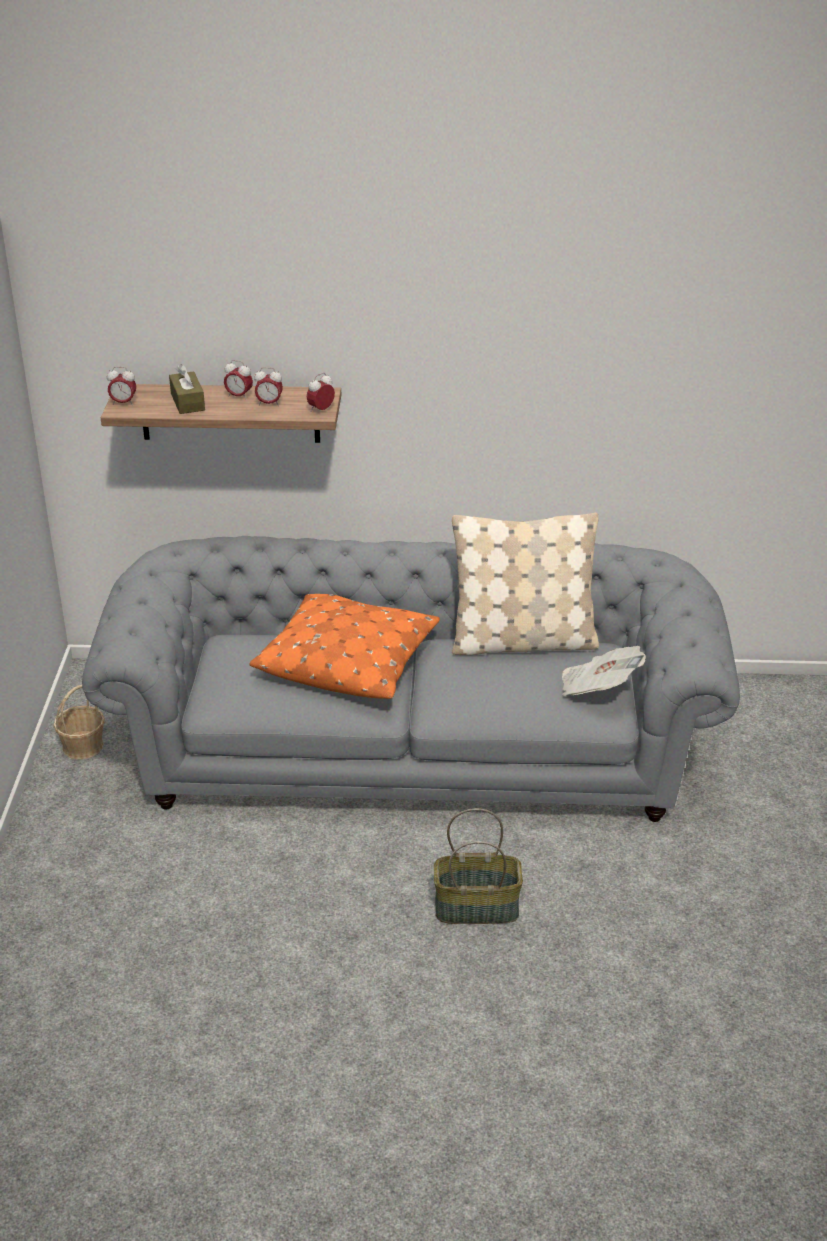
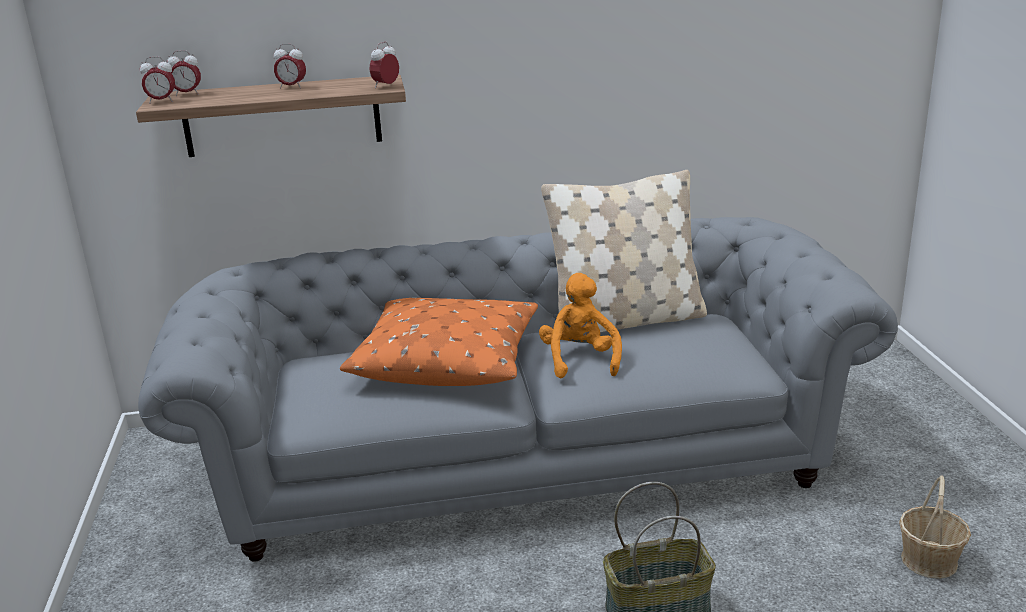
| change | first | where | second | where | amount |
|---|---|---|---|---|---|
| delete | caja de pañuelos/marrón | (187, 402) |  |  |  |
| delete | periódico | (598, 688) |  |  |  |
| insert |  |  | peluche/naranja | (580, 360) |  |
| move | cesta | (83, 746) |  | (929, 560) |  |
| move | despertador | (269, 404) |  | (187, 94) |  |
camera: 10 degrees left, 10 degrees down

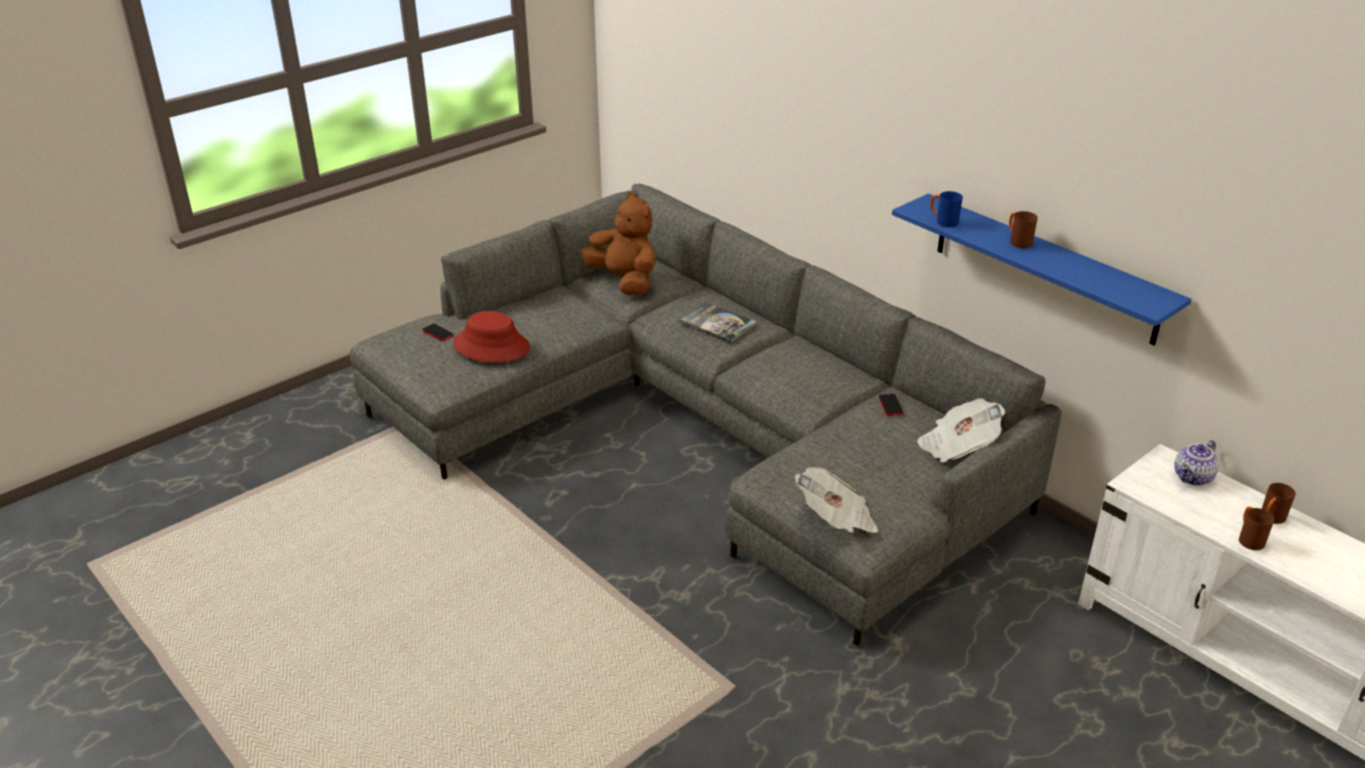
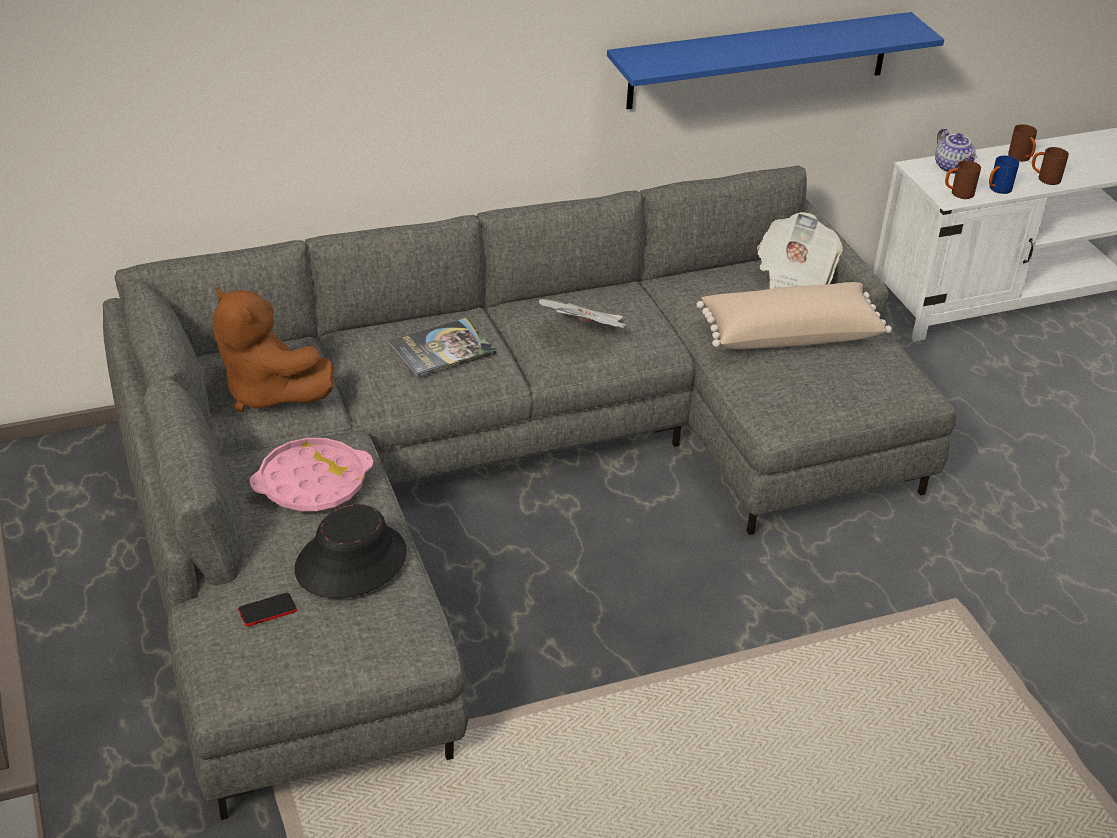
| change | first | where | second | where | amount |
|---|---|---|---|---|---|
| delete | móvil | (890, 405) |  |  |  |
| insert |  |  | bandeja/rosa | (312, 483) |  |
| insert |  |  | cojín/beis | (789, 333) |  |
| move | periódico | (836, 519) |  | (585, 333) |  |
| move | taza grande/azul | (943, 222) |  | (997, 190) |  |
| move | taza grande/marrón | (1017, 242) |  | (958, 194) |  |
| recolor | sombrero/rojo | (492, 346) | sombrero/negro | (350, 561) |  |
| rotate | peluche/marrón | (624, 281) |  | (267, 392) | 120 degrees counterclockwise |
camera: 70 degrees left, 5 degrees up

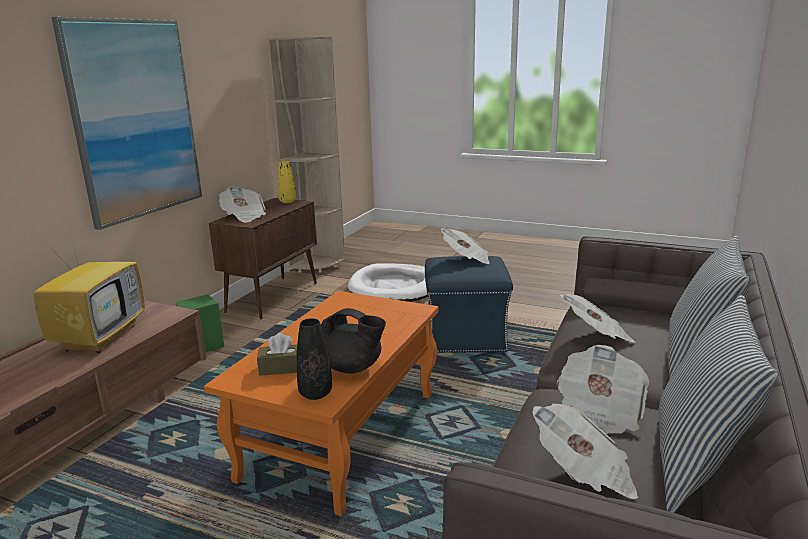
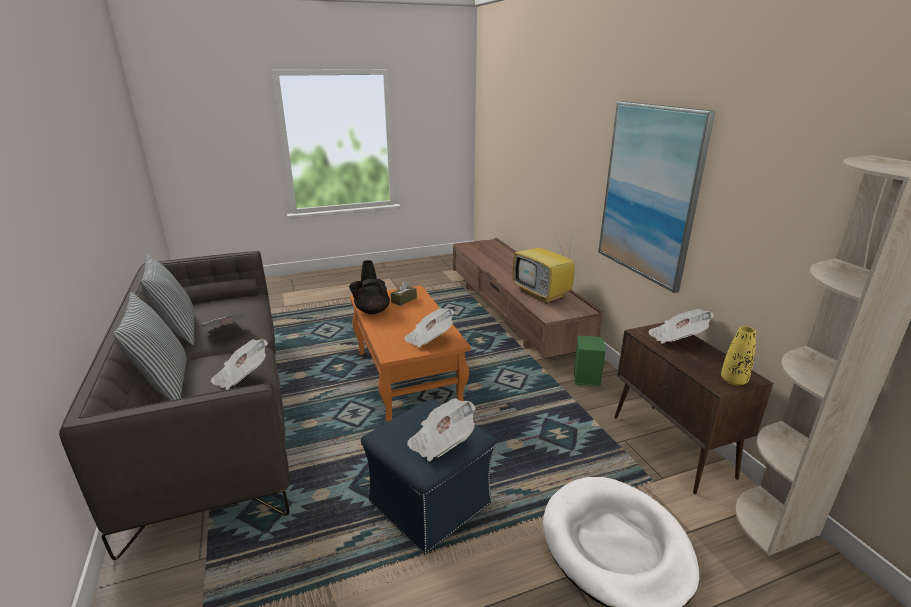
| change | first | where | second | where | amount |
|---|---|---|---|---|---|
| move | periódico | (584, 473) |  | (429, 339) |  |
camera: 135 degrees right, 5 degrees up

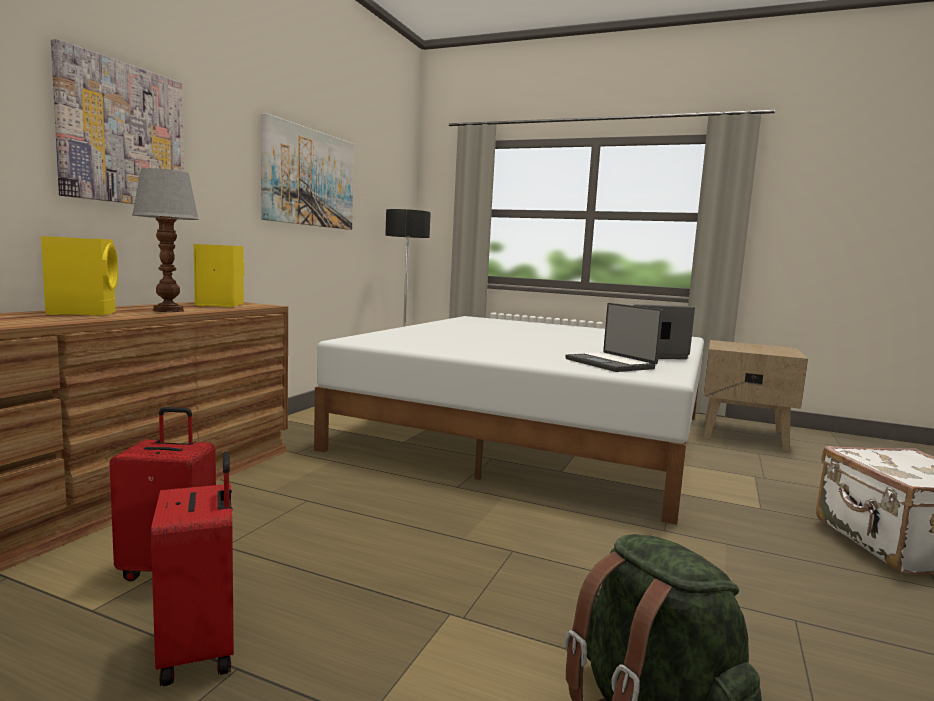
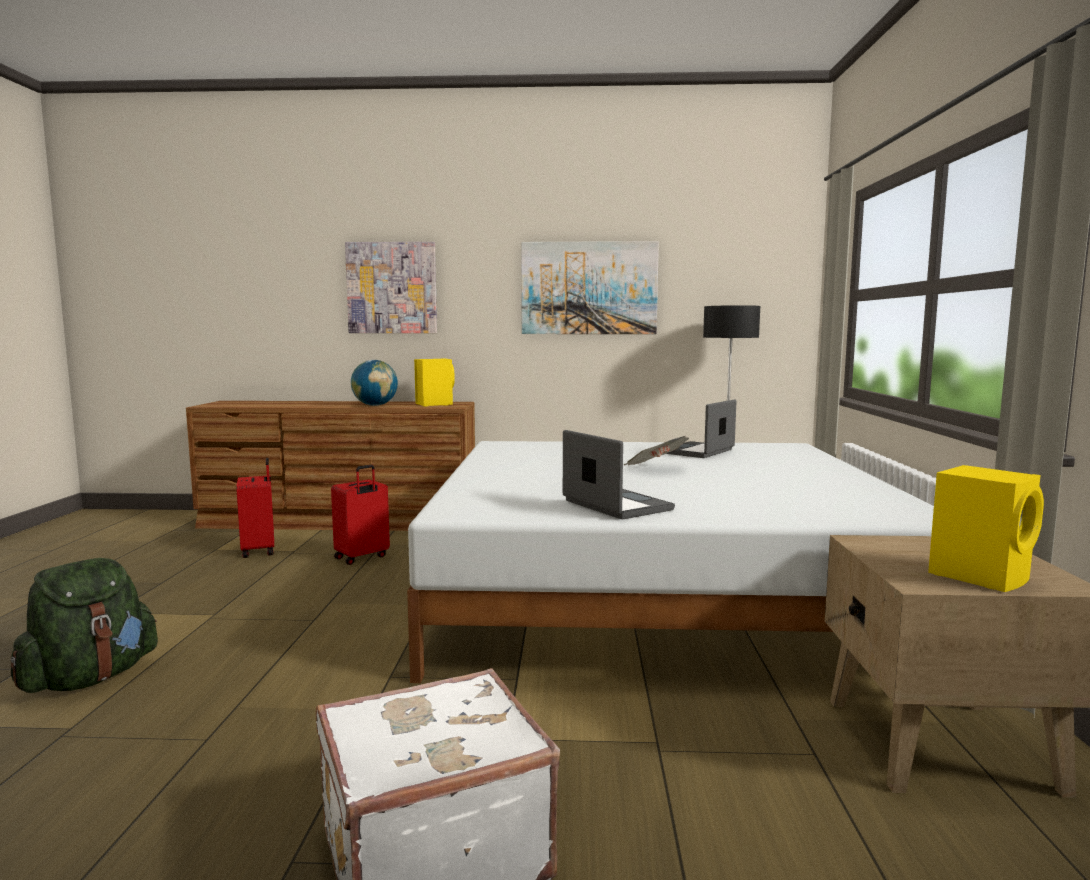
| change | first | where | second | where | amount |
|---|---|---|---|---|---|
| insert |  |  | periódico | (655, 469) |  |
| move | altavoz/amarillo | (84, 312) |  | (981, 576) |  |
| move | maleta/rojo | (201, 650) |  | (362, 557) |  |
| move | portátil | (611, 364) |  | (699, 451) |  |
| replace | lámpara de mesa | (169, 310) | globo terráqueo | (375, 405) |  |
camera: 70 degrees right, 0 degrees up

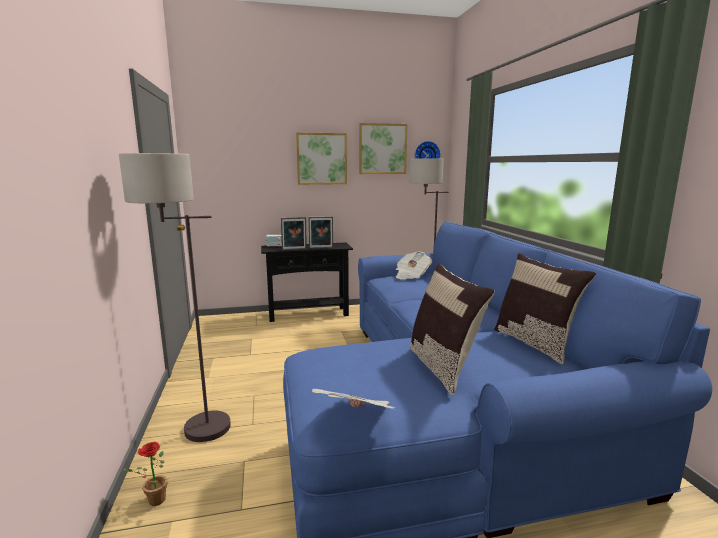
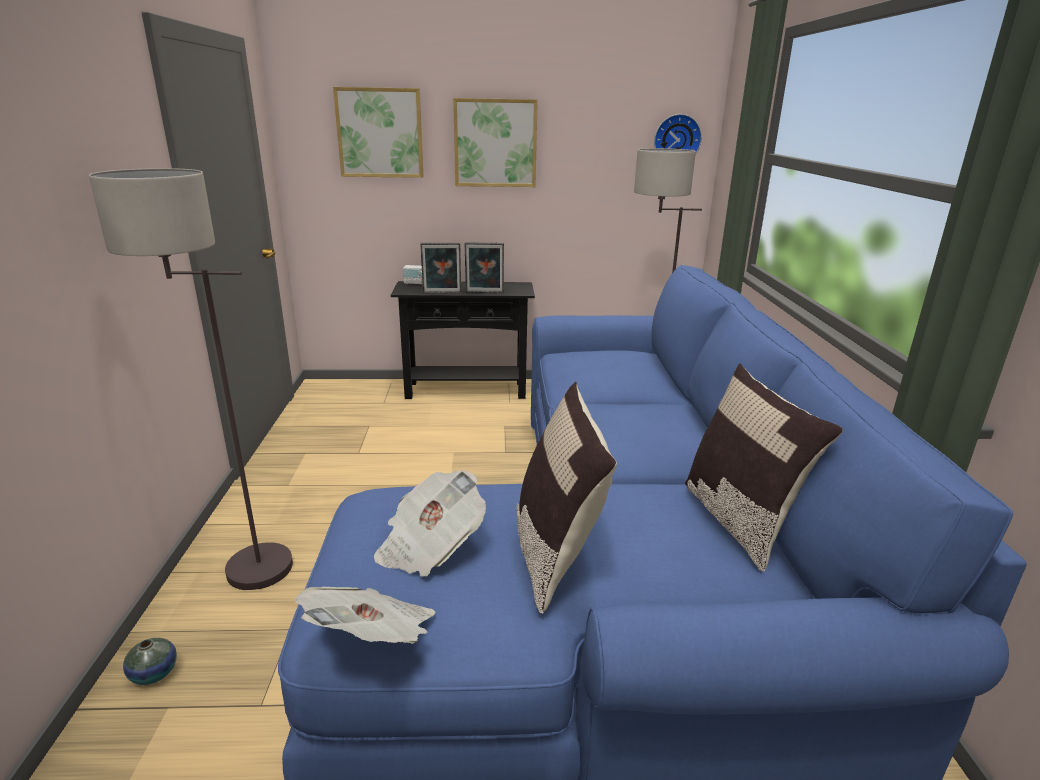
| change | first | where | second | where | amount |
|---|---|---|---|---|---|
| move | cuadro | (382, 149) |  | (380, 133) |  |
| move | periódico | (411, 275) |  | (429, 546) |  |
| replace | planta en maceta | (153, 501) | florero | (154, 673) |  |
camera: 10 degrees right, 10 degrees up

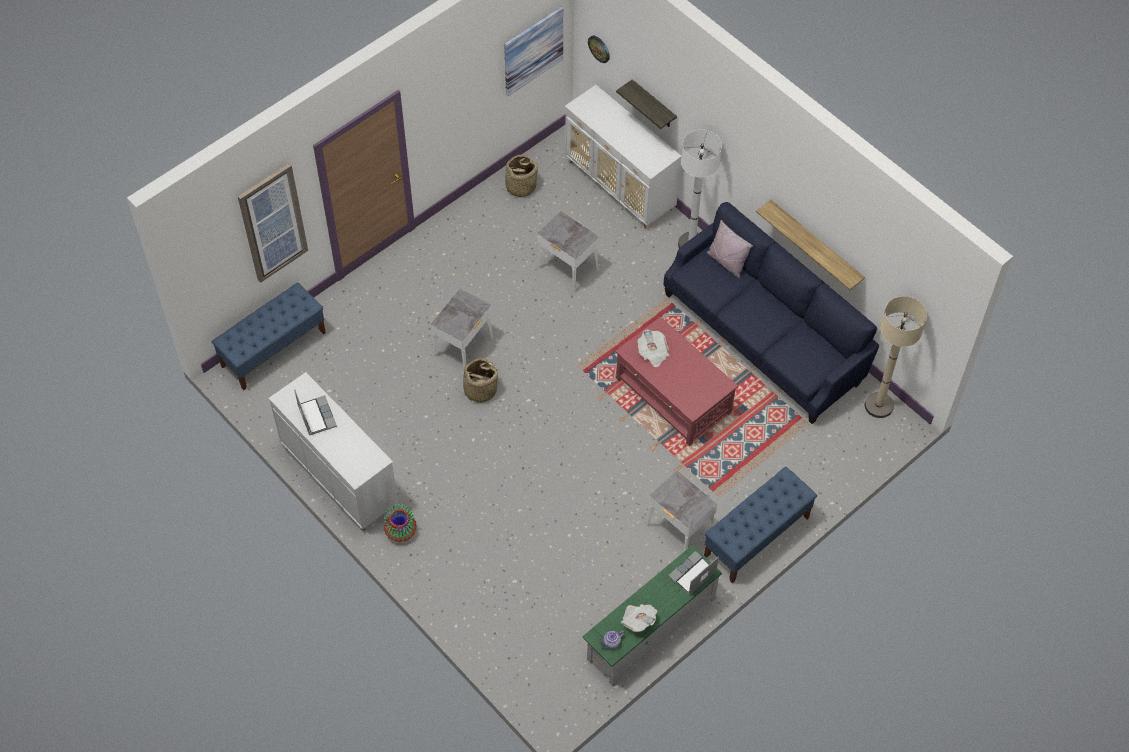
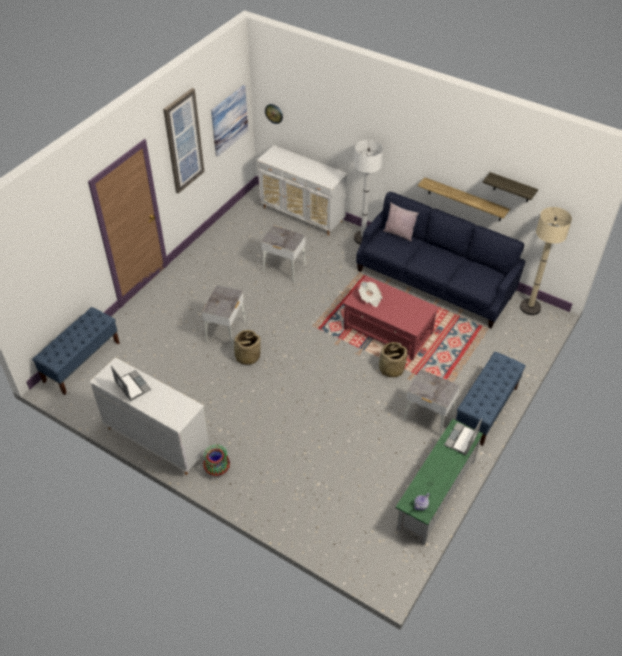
| change | first | where | second | where | amount |
|---|---|---|---|---|---|
| delete | periódico | (638, 620) |  |  |  |
| move | cuadro | (272, 222) |  | (183, 141) |  |
| move | cesta | (520, 186) |  | (391, 369) |  |
| move | estante | (653, 105) |  | (512, 188) |  |
camera: 15 degrees left, 10 degrees down

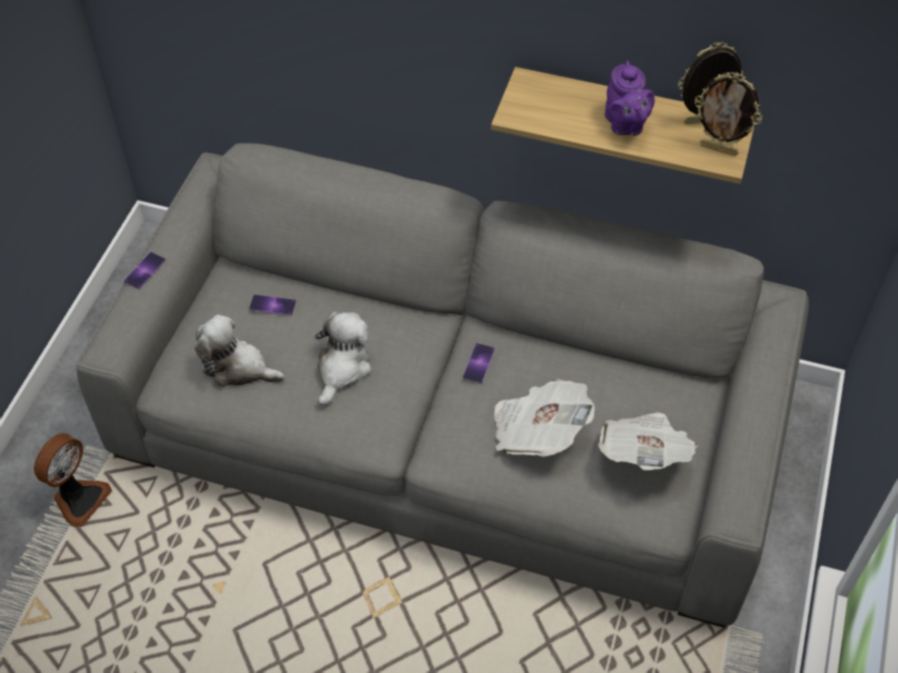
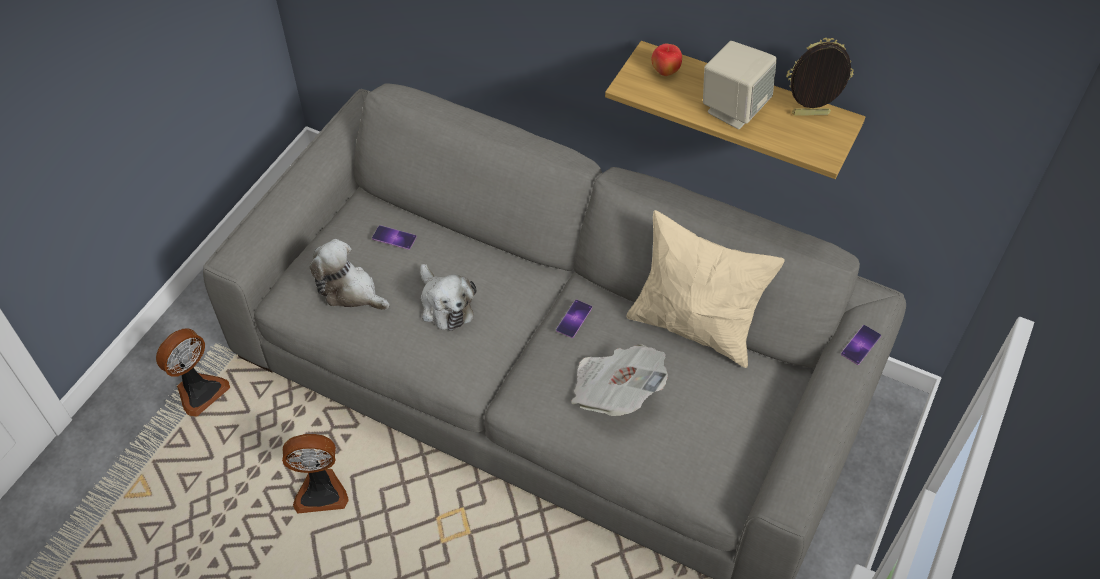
| change | first | where | second | where | amount |
|---|---|---|---|---|---|
| delete | periódico | (644, 454) |  |  |  |
| delete | portarretratos | (719, 149) |  |  |  |
| insert |  |  | ventilador | (321, 490) |  |
| insert |  |  | cojín/beis | (694, 327) |  |
| insert |  |  | manzana | (665, 72) |  |
| move | móvil | (145, 271) |  | (860, 345) |  |
| replace | tetera/morado | (625, 125) | altavoz/beis | (733, 108) |  |
| rotate | peluche | (342, 368) |  | (445, 305) | 120 degrees clockwise |
camera: 10 degrees right, 0 degrees up

